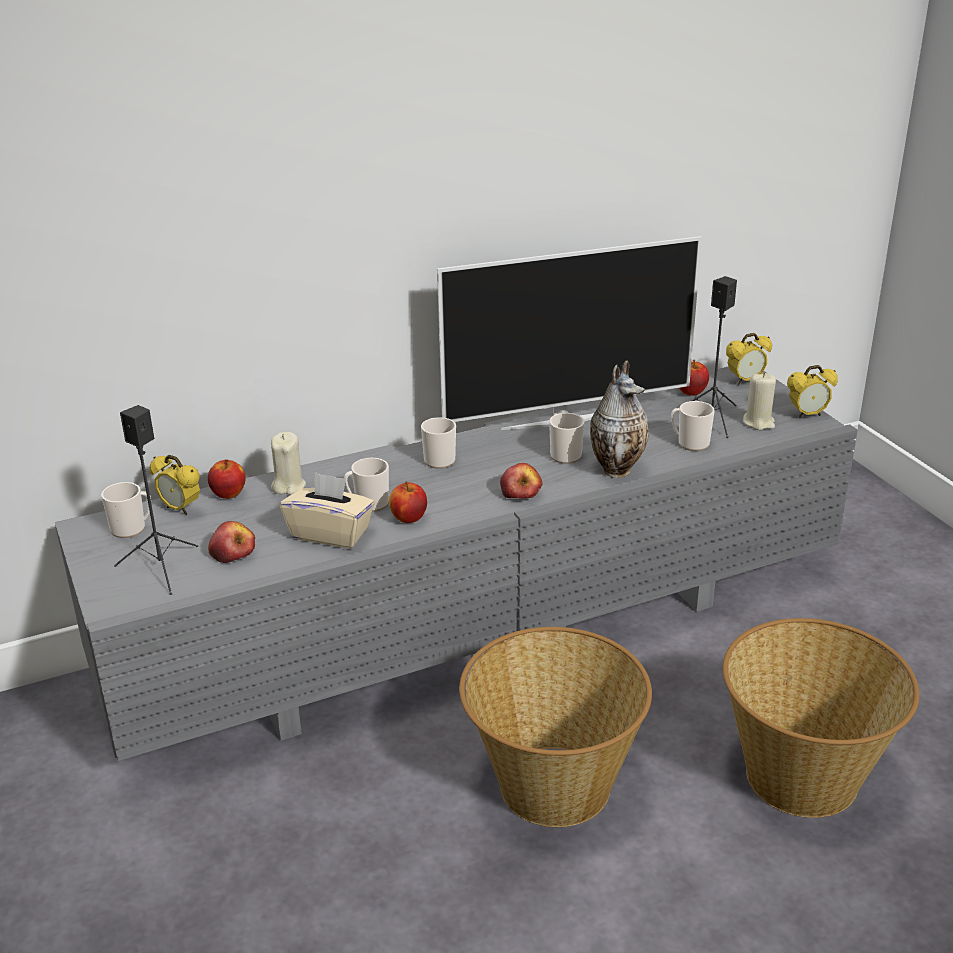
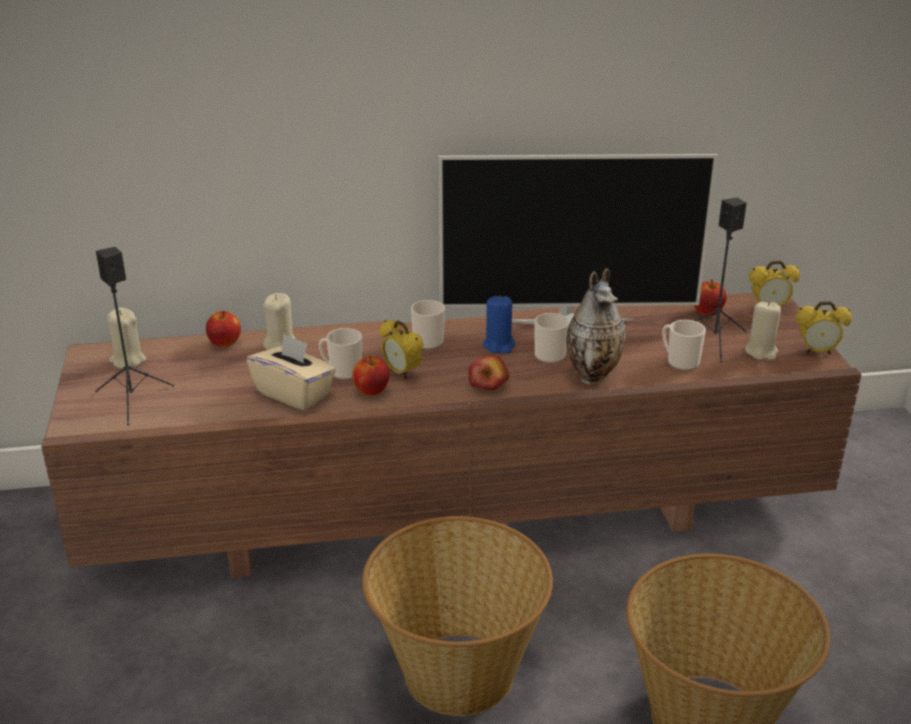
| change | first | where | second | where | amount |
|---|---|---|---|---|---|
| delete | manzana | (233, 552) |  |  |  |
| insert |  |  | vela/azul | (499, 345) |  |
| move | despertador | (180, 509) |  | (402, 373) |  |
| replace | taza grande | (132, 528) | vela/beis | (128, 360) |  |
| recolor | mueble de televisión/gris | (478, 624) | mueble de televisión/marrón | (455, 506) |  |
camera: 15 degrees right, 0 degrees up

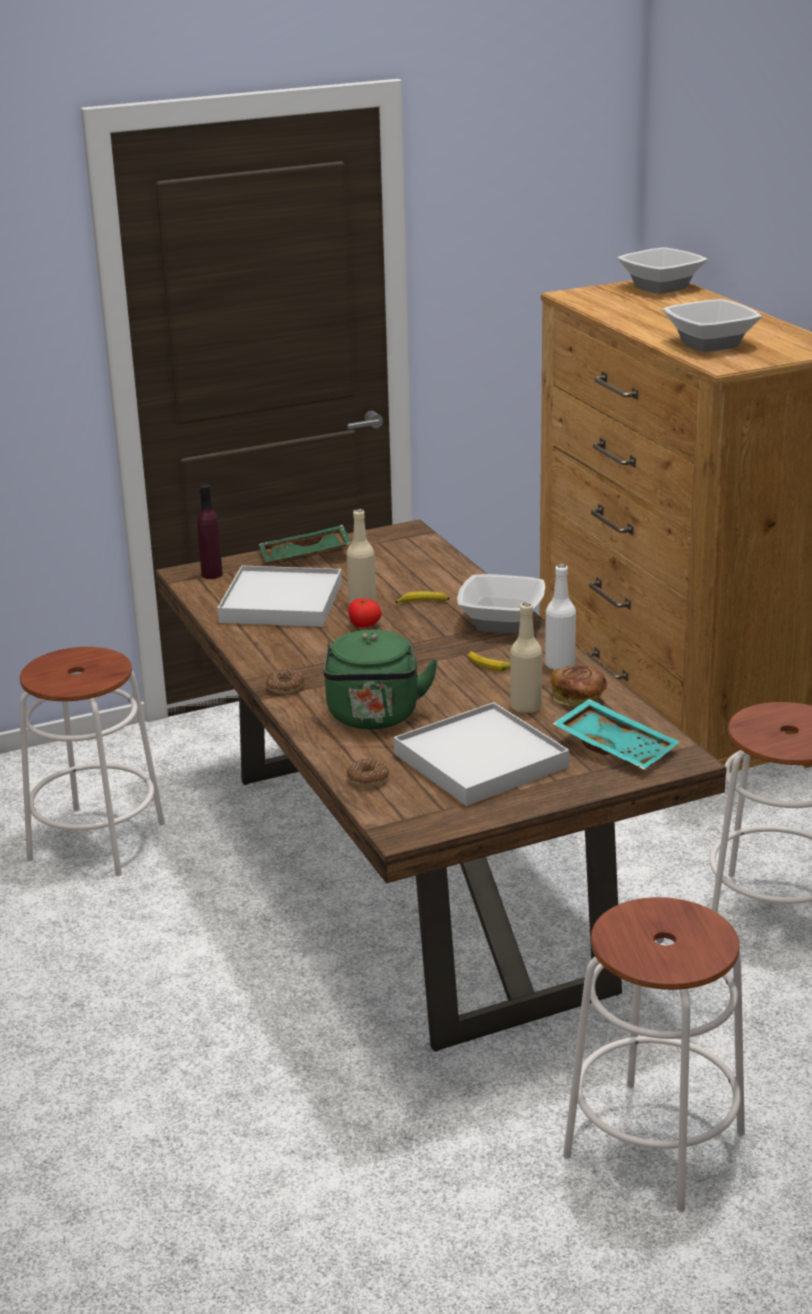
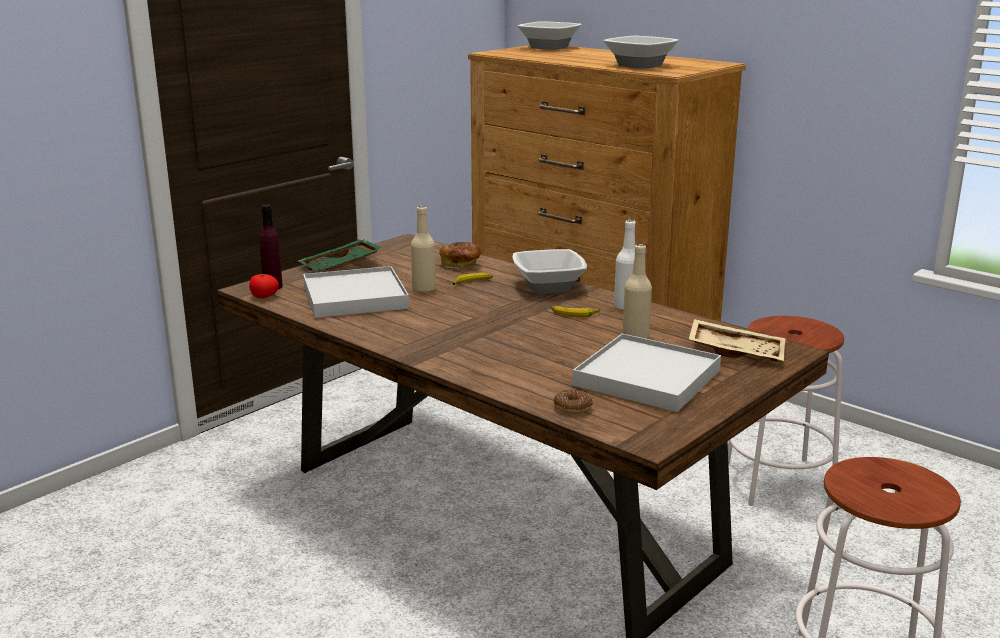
| change | first | where | second | where | amount |
|---|---|---|---|---|---|
| delete | taburete/blanco | (97, 841) |  |  |  |
| delete | rosquilla | (285, 687) |  |  |  |
| delete | hervidor/verde | (374, 718) |  |  |  |
| move | tomate | (364, 625) |  | (264, 296) |  |
| move | pan | (578, 699) |  | (461, 265) |  |
| recolor | bandeja/turquesa | (616, 747) | bandeja/beis | (736, 351) |  |
camera: 25 degrees left, 5 degrees down

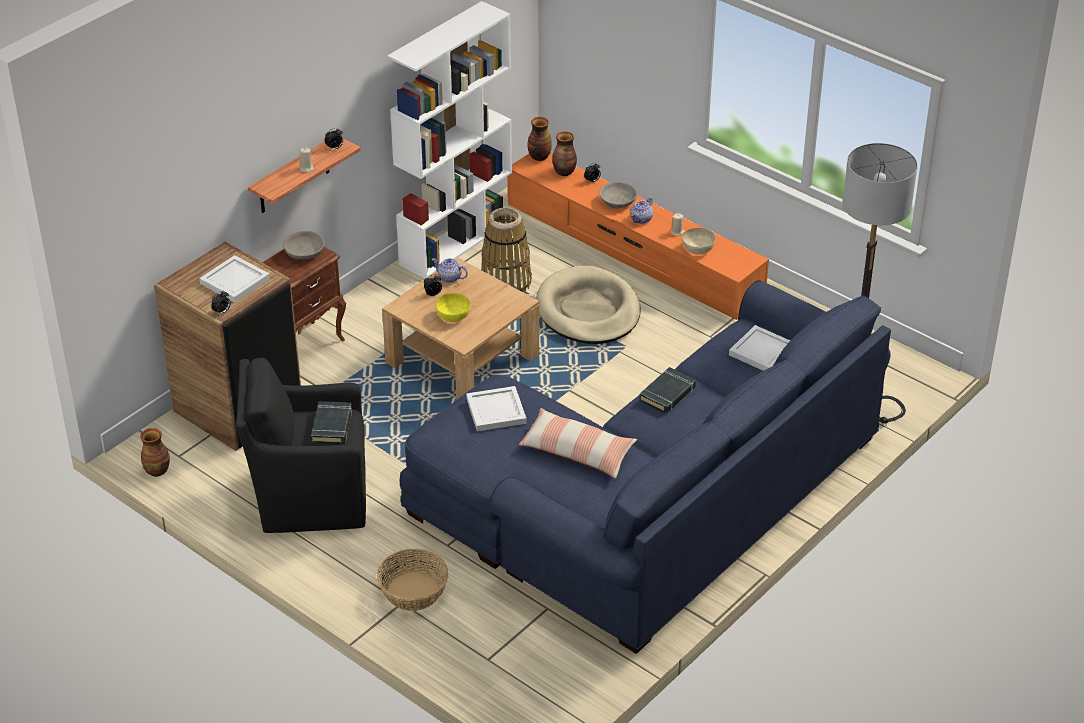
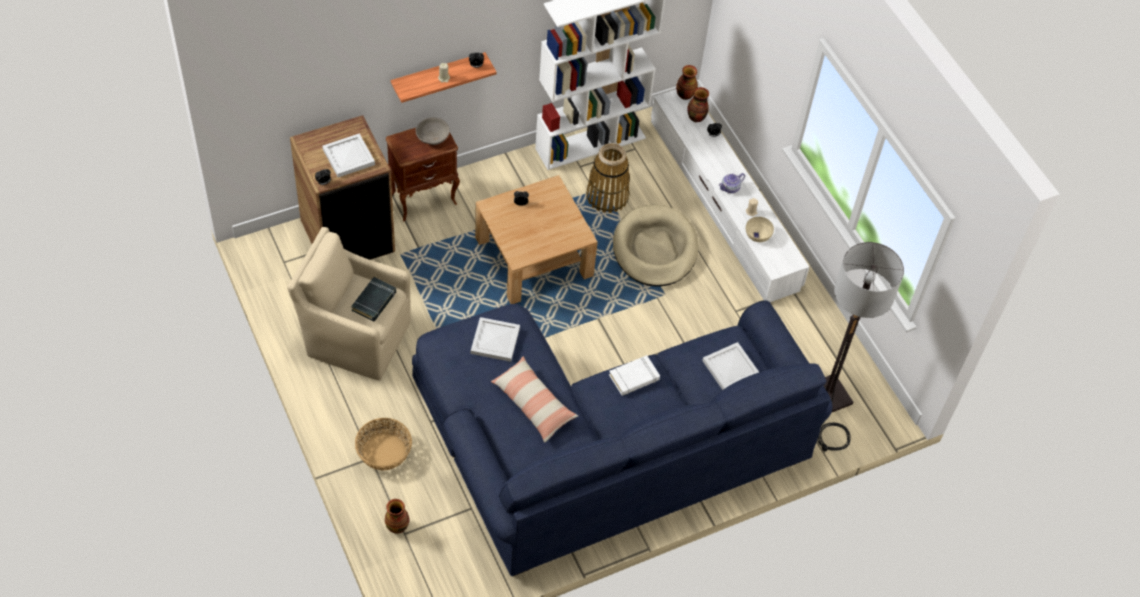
| change | first | where | second | where | amount |
|---|---|---|---|---|---|
| delete | tetera | (449, 278) |  |  |  |
| delete | cuenco/amarillo | (454, 316) |  |  |  |
| delete | cuenco/gris | (618, 202) |  |  |  |
| move | florero | (157, 470) |  | (397, 526) |  |
| recolor | sillón/negro | (309, 497) | sillón/beis | (355, 337) |  |
| recolor | mueble de televisión/naranja | (633, 249) | mueble de televisión/blanco | (723, 203) |  |
| recolor | libro/negro | (668, 394) | libro/blanco | (634, 378) |  |
camera: 20 degrees right, 15 degrees up

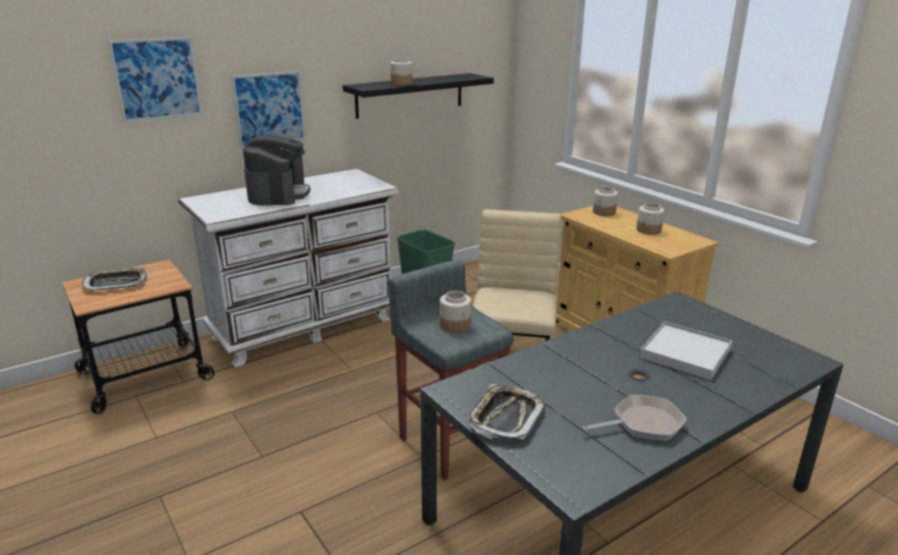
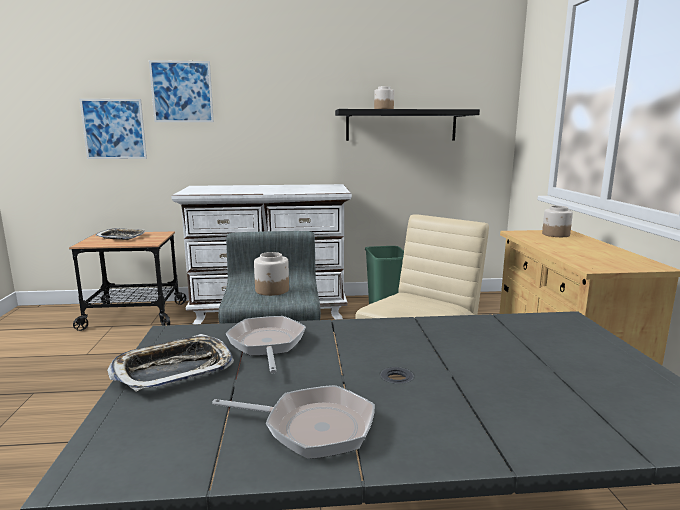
| change | first | where | second | where | amount |
|---|---|---|---|---|---|
| delete | cafetera | (278, 194) |  |  |  |
| delete | tarro | (649, 230) |  |  |  |
| delete | bandeja/blanco | (685, 353) |  |  |  |
| insert |  |  | sartén | (267, 344) |  |
| move | cuadro | (269, 109) |  | (114, 129) |  |
camera: 30 degrees right, 10 degrees down

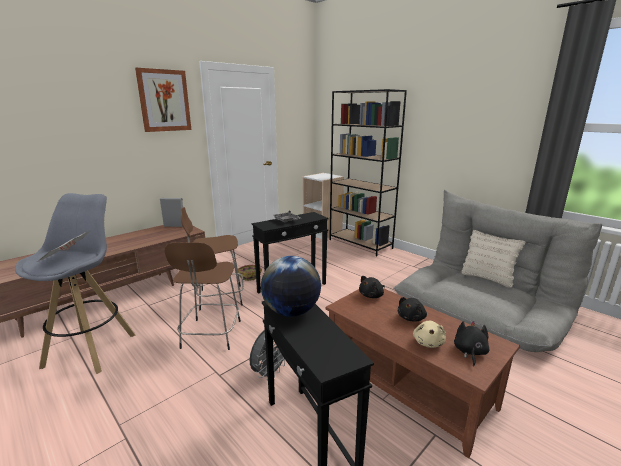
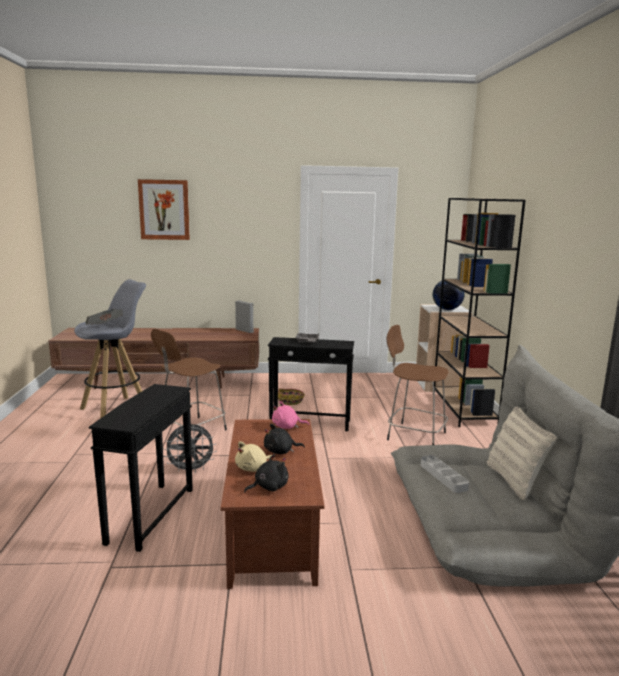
| change | first | where | second | where | amount |
|---|---|---|---|---|---|
| insert |  |  | bandeja/gris | (443, 476) |  |
| move | cuadro | (164, 100) |  | (164, 210) |  |
| move | taburete/marrón | (219, 297) |  | (414, 435) |  |
| move | globo terráqueo | (291, 311) |  | (447, 309) |  |
| recolor | peluche/negro | (372, 295) | peluche/rosa | (287, 427) |  |
camera: 40 degrees right, 5 degrees down

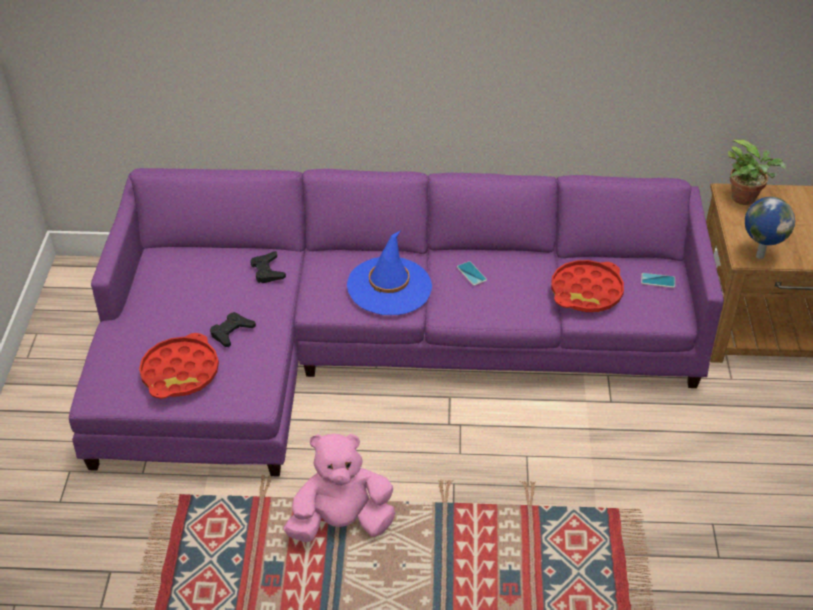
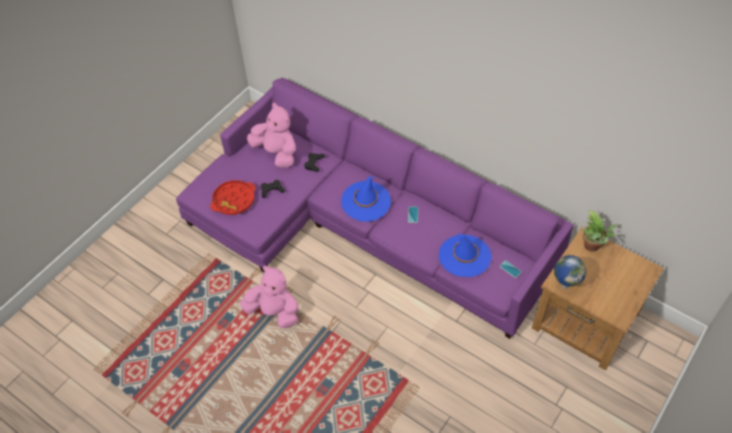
| change | first | where | second | where | amount |
|---|---|---|---|---|---|
| insert |  |  | peluche/rosa | (276, 153) |  |
| replace | bandeja/rojo | (586, 292) | sombrero/azul | (464, 256) |  |
camera: 35 degrees right, 10 degrees up

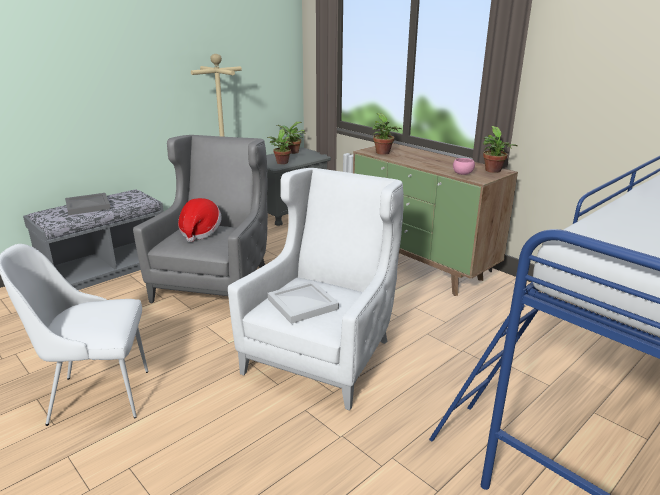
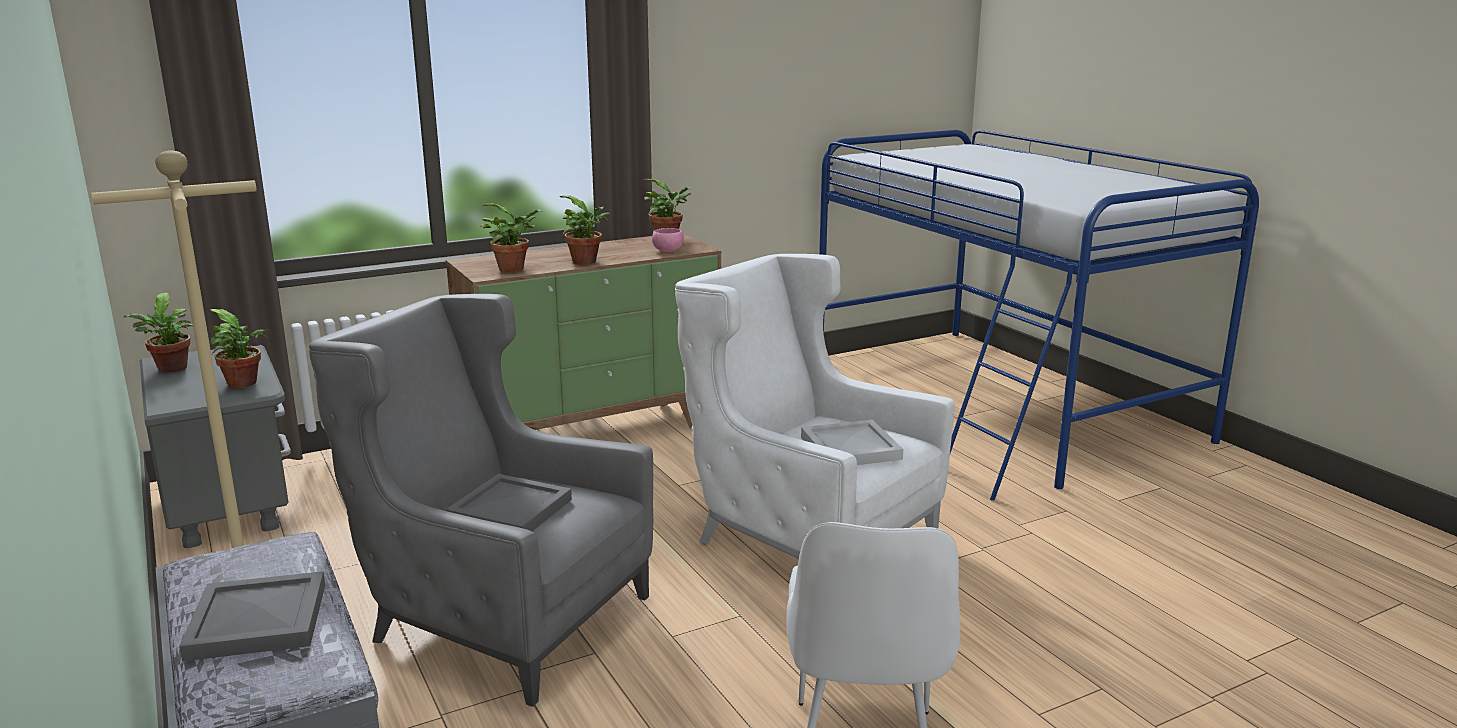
| change | first | where | second | where | amount |
|---|---|---|---|---|---|
| insert |  |  | planta en maceta | (587, 262) |  |
| replace | sombrero | (200, 232) | bandeja/gris | (510, 511) |  |
camera: 75 degrees left, 5 degrees down

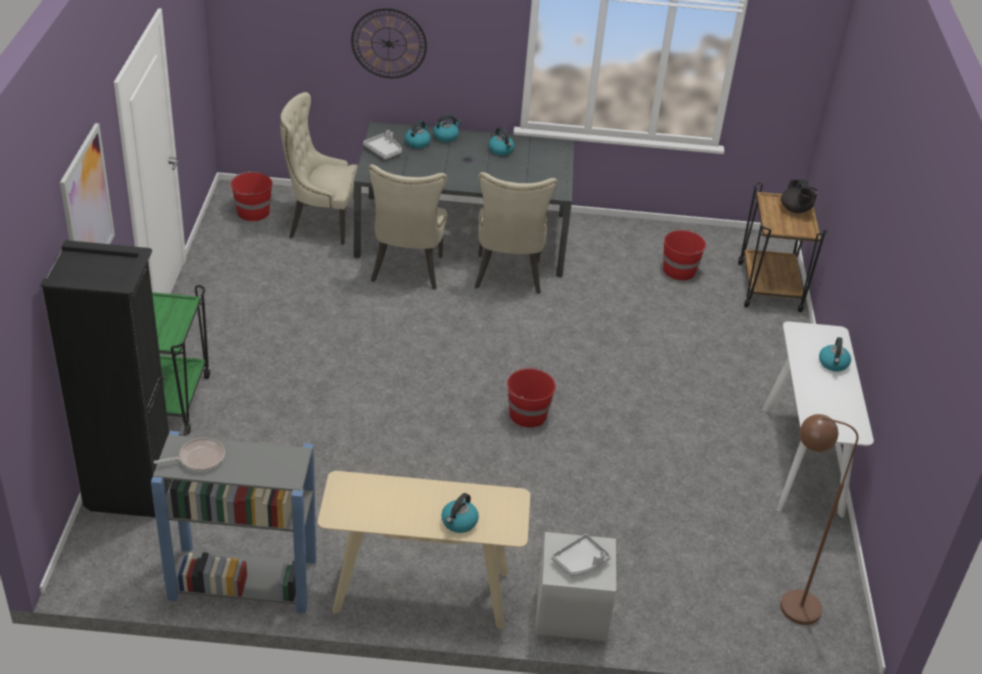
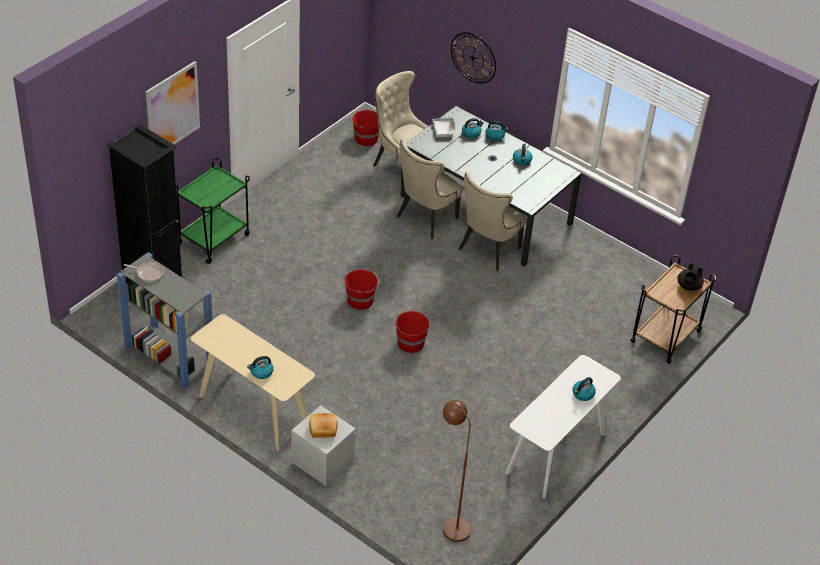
| change | first | where | second | where | amount |
|---|---|---|---|---|---|
| move | cubo/rojo | (680, 270) |  | (361, 300) |  |
| replace | bandeja/gris | (580, 562) | pan | (323, 430) |  |
camera: 35 degrees right, 5 degrees up

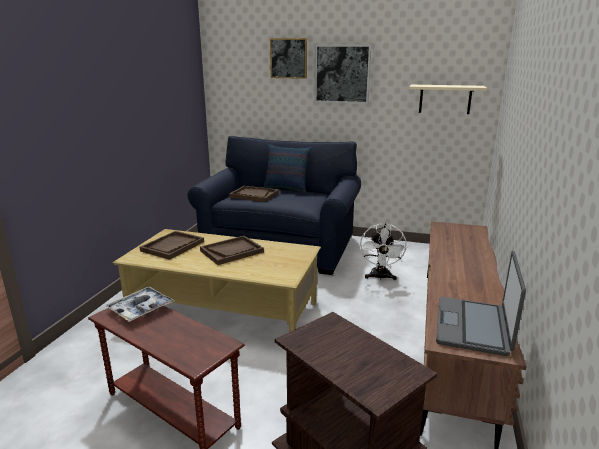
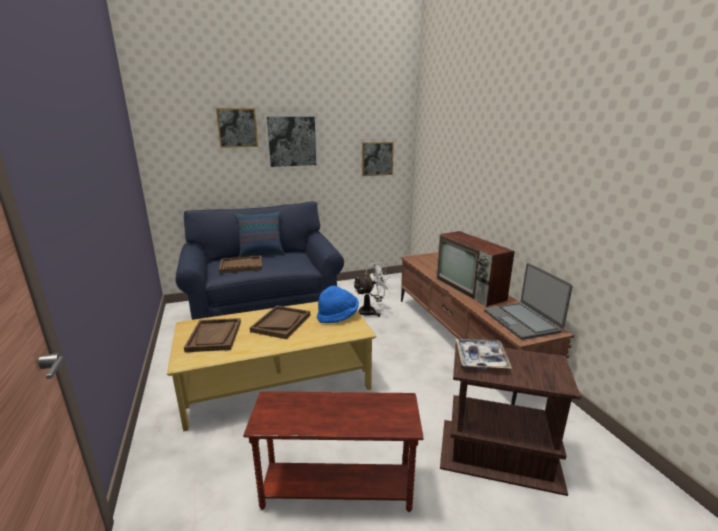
| change | first | where | second | where | amount |
|---|---|---|---|---|---|
| insert |  |  | sombrero/azul | (338, 316) |  |
| insert |  |  | televisor | (471, 289) |  |
| move | bandeja | (141, 309) |  | (481, 358) |  |
| replace | estante/beis | (445, 99) | cuadro | (377, 159) |  |
| rotate | ventilador/blanco | (380, 277) |  | (371, 311) | 90 degrees counterclockwise |
camera: 35 degrees left, 0 degrees up

